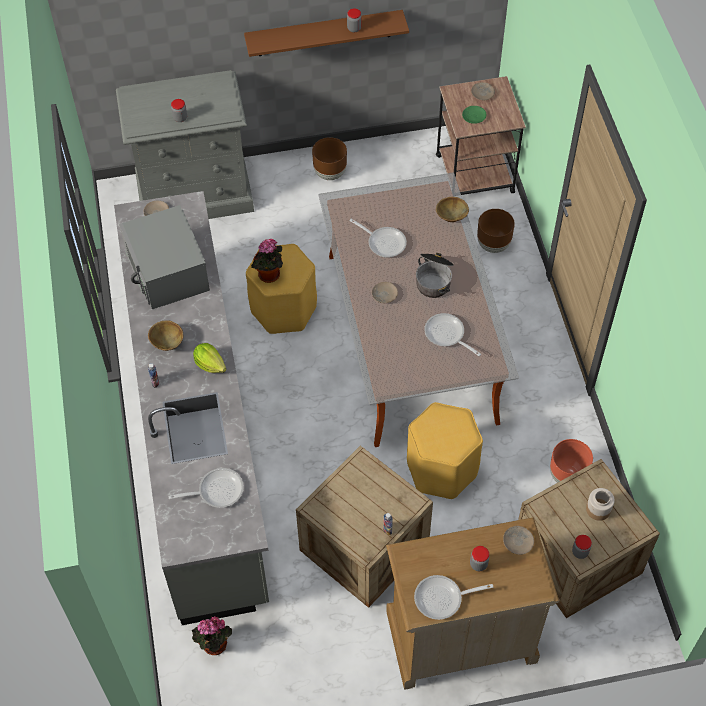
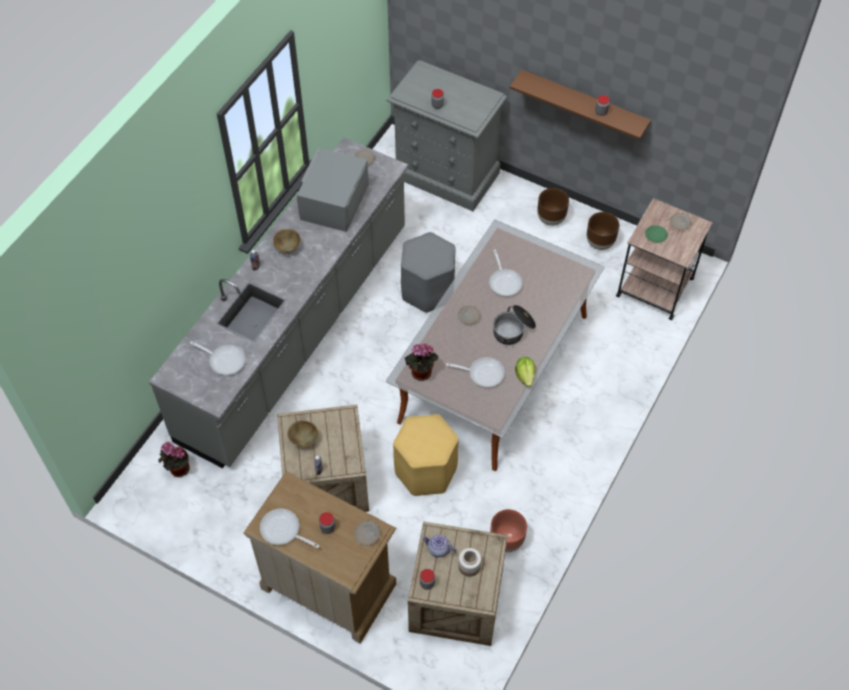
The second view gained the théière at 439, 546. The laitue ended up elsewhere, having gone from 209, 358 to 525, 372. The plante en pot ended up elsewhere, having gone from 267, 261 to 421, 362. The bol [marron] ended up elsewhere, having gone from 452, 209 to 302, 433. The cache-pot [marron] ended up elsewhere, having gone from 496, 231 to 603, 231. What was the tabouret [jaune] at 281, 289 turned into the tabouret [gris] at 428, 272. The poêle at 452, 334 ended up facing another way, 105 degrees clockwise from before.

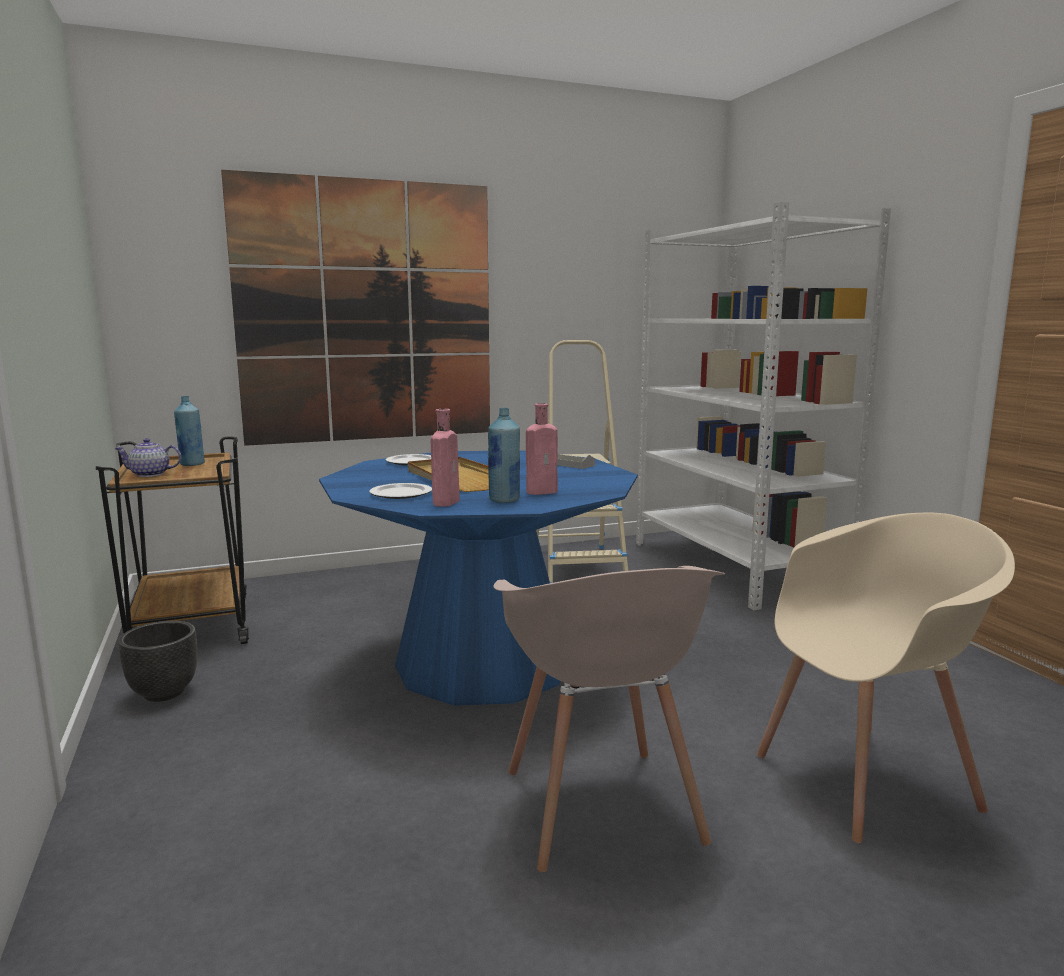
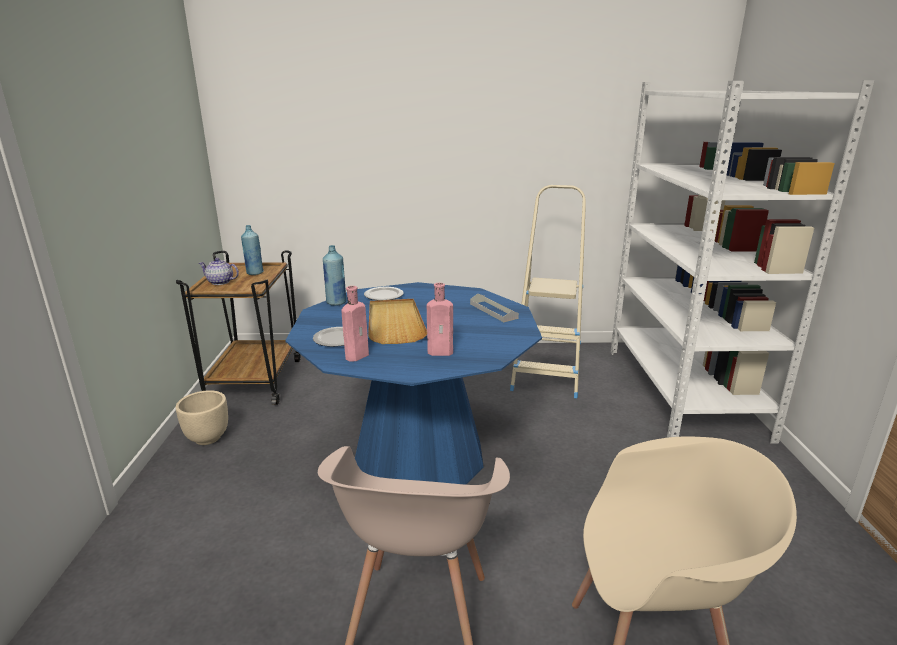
The second view lost the tableau at 355, 308. The bouteille [bleu] ended up elsewhere, having gone from 503, 455 to 334, 275. What was the cache-pot [noir] at 157, 661 turned into the cache-pot [beige] at 202, 417.

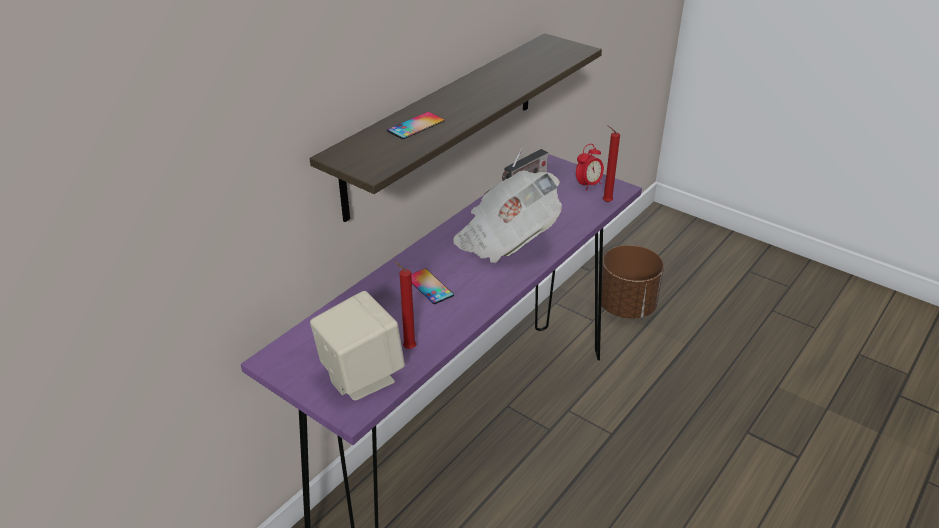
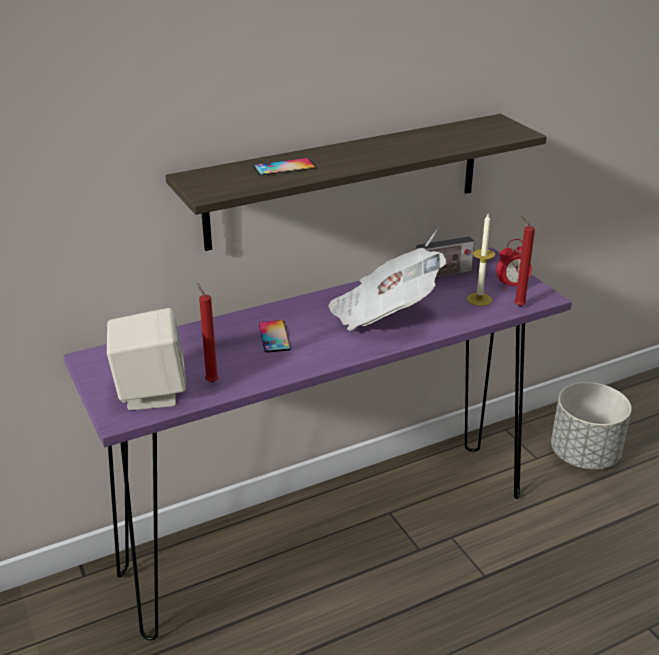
The second view gained the bougie at 481, 260. What was the cache-pot [marron] at 631, 282 turned into the cache-pot [gris] at 591, 425.

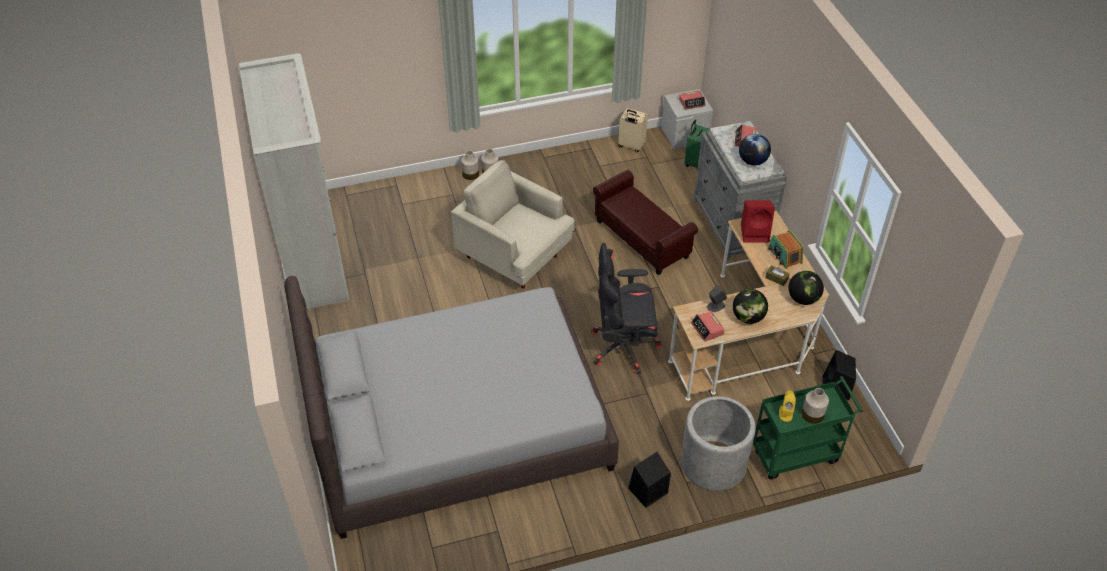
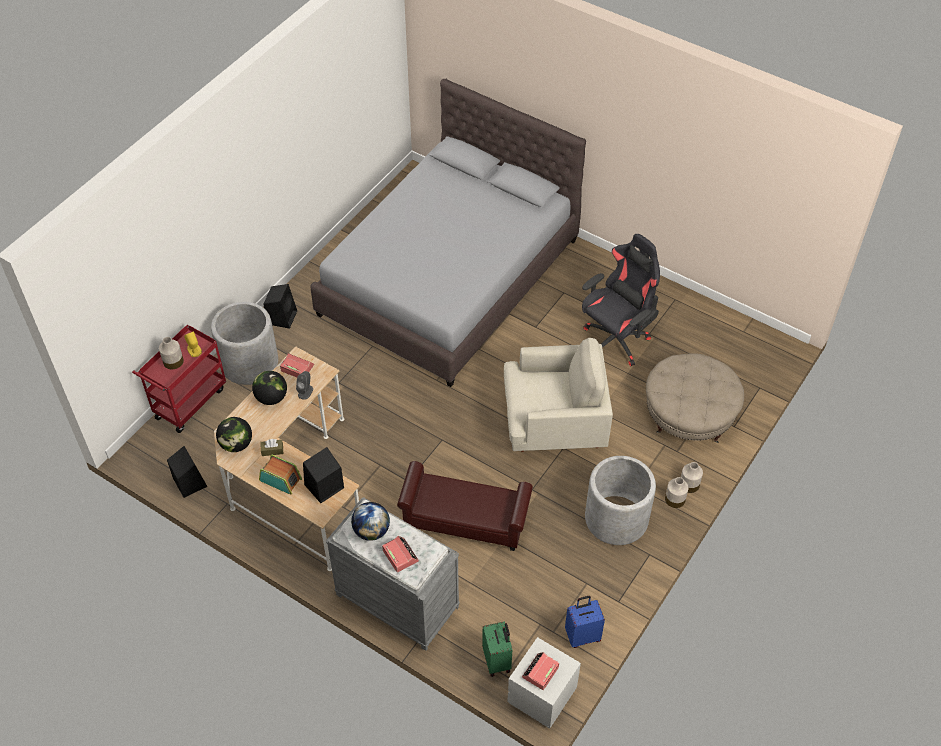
The second view lost the armoire [blanc] at 294, 181. The second view gained the cache-pot [gris] at 620, 500. The second view gained the pouf [beige] at 695, 398. The chaise de bureau [noir] ended up elsewhere, having gone from 626, 308 to 621, 300. What was the valise [beige] at 633, 130 turned into the valise [bleu] at 585, 622. What was the enceinte [rouge] at 758, 221 turned into the enceinte [noir] at 323, 475. What was the chariot [vert] at 808, 428 turned into the chariot [rouge] at 179, 379.

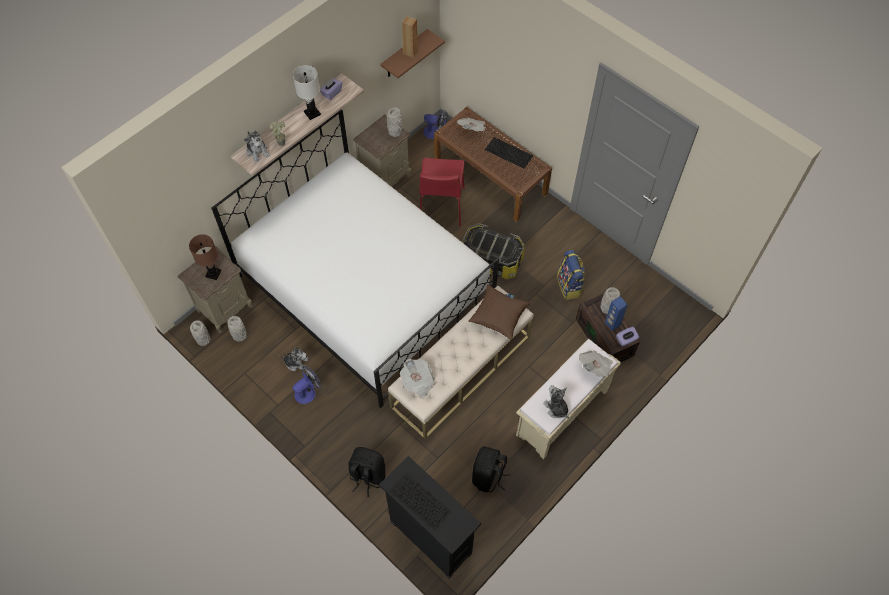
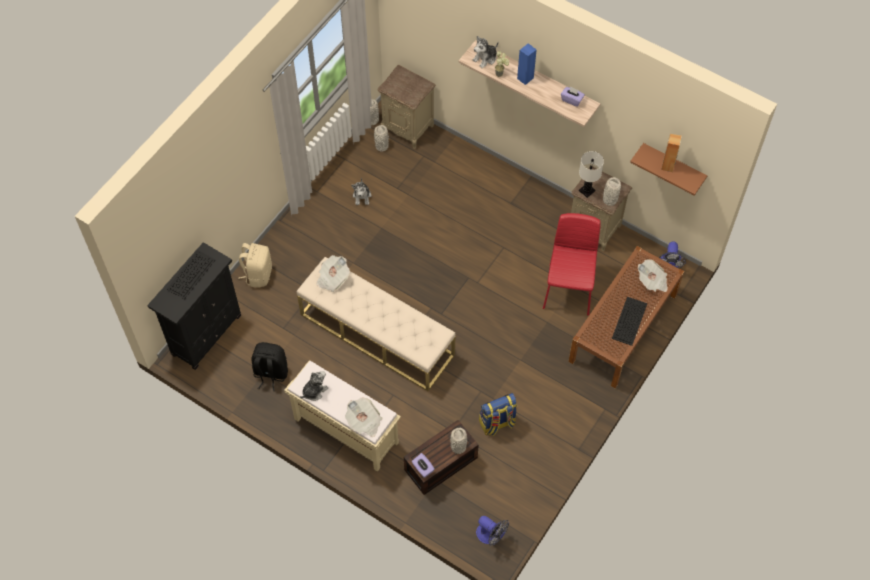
The second view lost the lampe de table [marron] at 205, 257. The second view lost the lit [blanc] at 355, 258. The second view lost the boîte de rangement at 493, 251. The second view lost the coussin [marron] at 499, 312. The lampe de table [blanc] ended up elsewhere, having gone from 307, 92 to 591, 174. The ventilateur ended up elsewhere, having gone from 307, 385 to 492, 531. The enceinte [bleu] ended up elsewhere, having gone from 616, 313 to 526, 64. What was the sac à dos [noir] at 366, 472 turned into the sac à dos [beige] at 255, 265. The chaise [rouge] at 442, 192 ended up facing another way, 105 degrees clockwise from before.

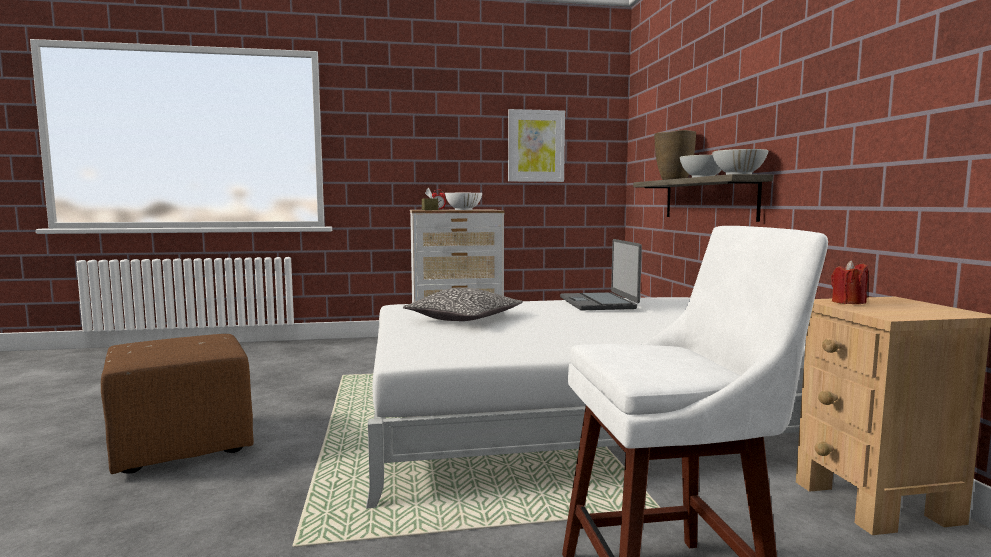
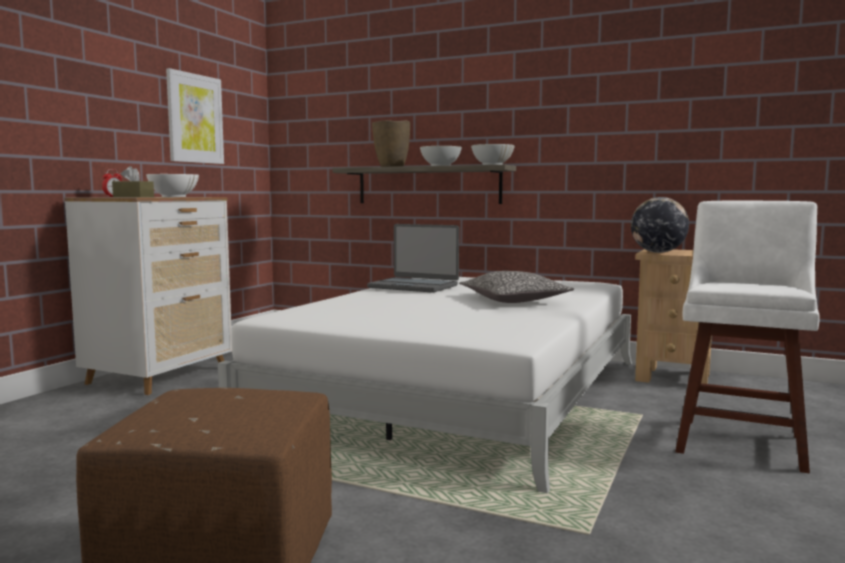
The coussin ended up elsewhere, having gone from 463, 304 to 516, 287. Where the bougie [rouge] stood at 849, 282, the globe came to stand at 660, 225.

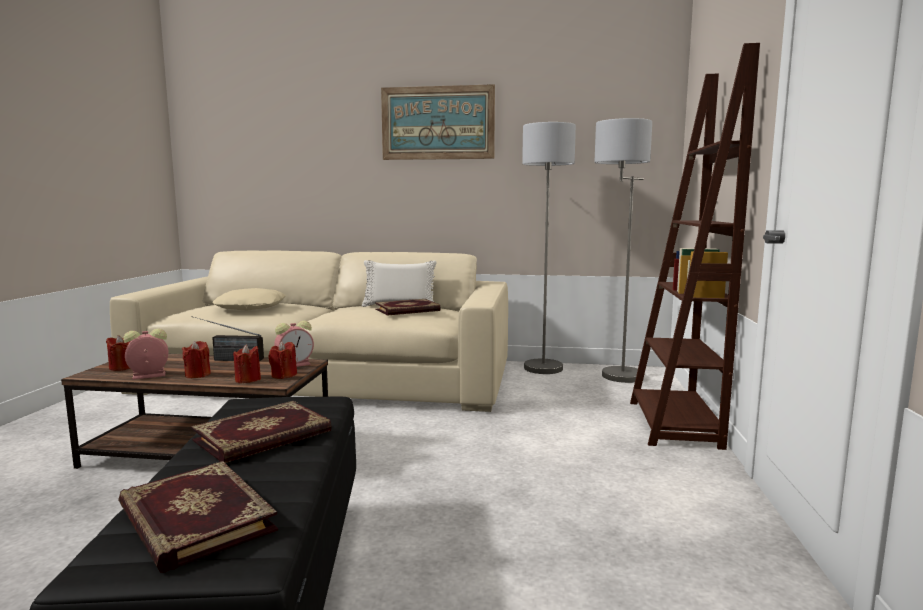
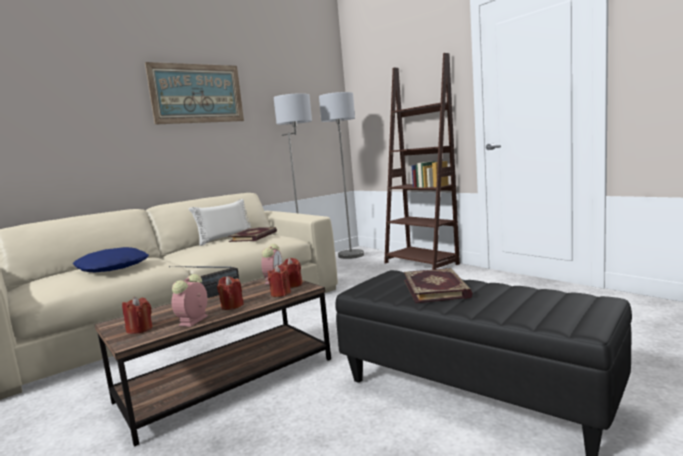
The second view lost the livre at 198, 517. What was the coussin [beige] at 249, 299 turned into the coussin [bleu] at 111, 259.

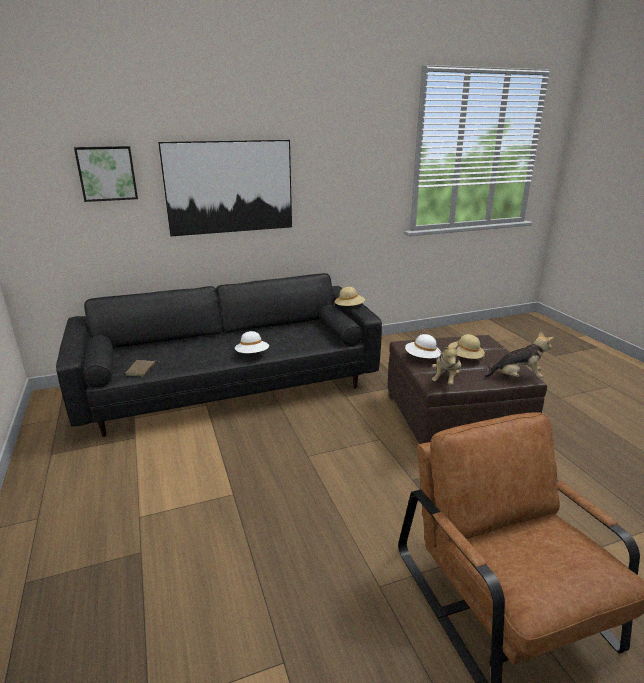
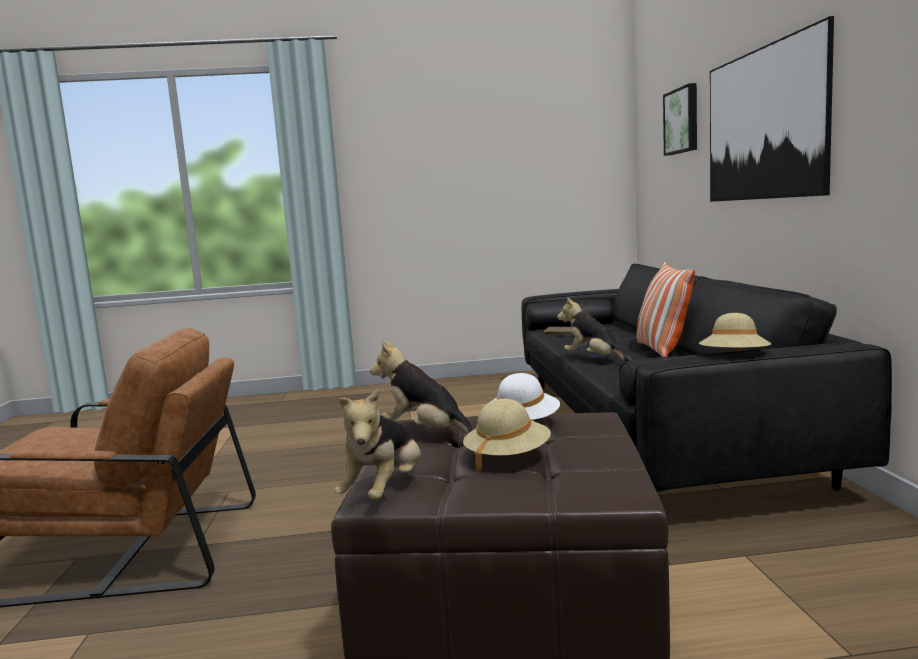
The second view gained the coussin at 665, 309. Where the chapeau [blanc] stood at 252, 342, the peluche came to stand at 595, 330.

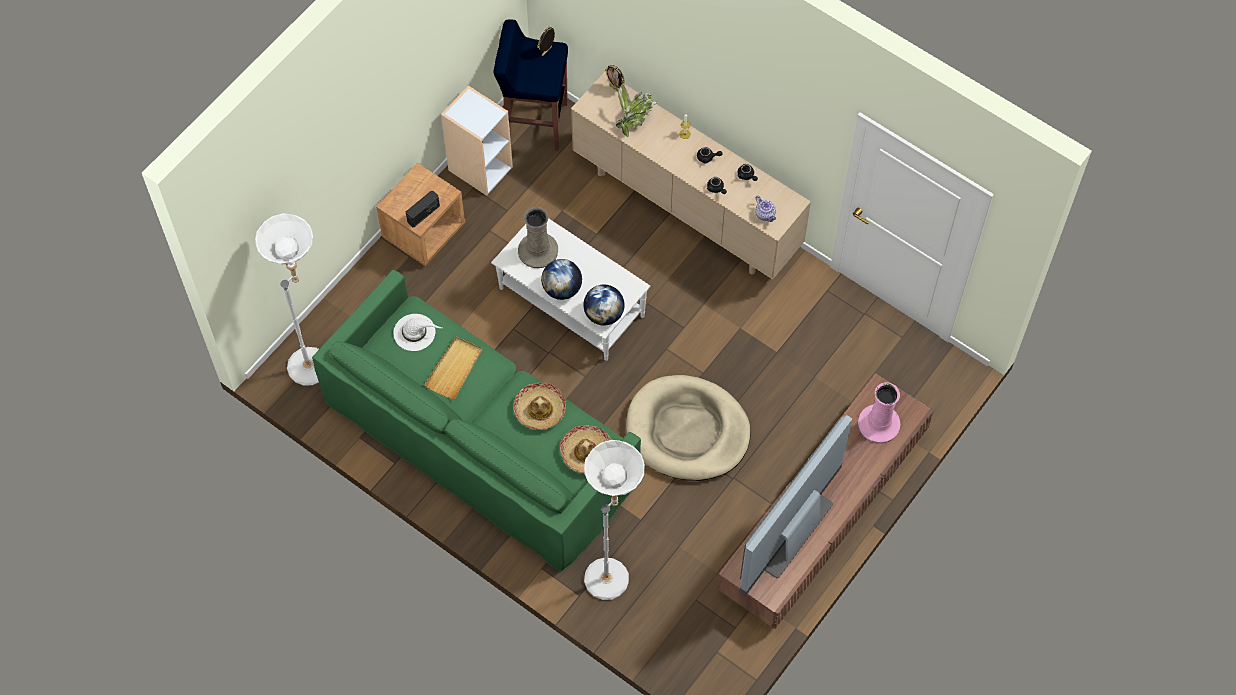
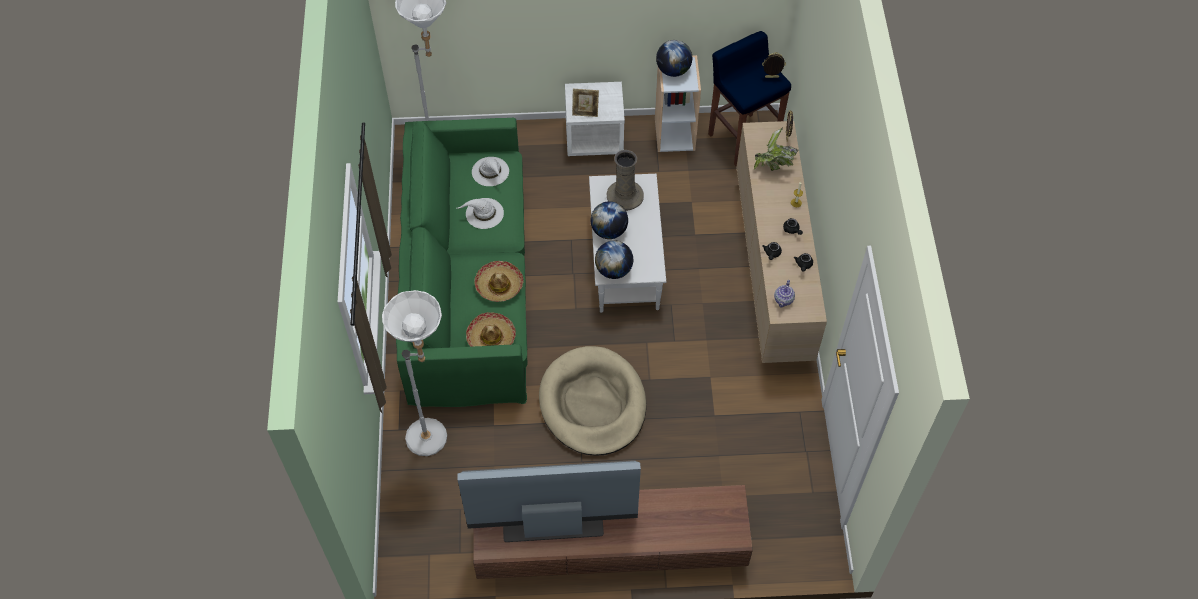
The second view lost the vase [rose] at 879, 412. The second view gained the globe at 674, 58. Where the radio stood at 423, 209, the cadre photo came to stand at 585, 103. Where the plateau [beige] stood at 453, 368, the chapeau [blanc] came to stand at 480, 213. What was the table de chevet [marron] at 420, 214 turned into the table de chevet [blanc] at 595, 119.

